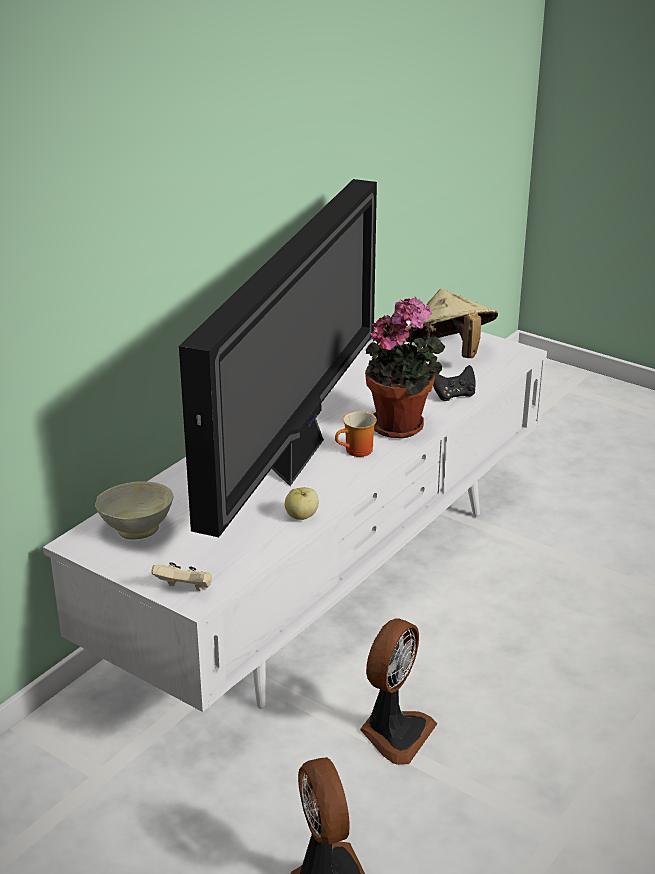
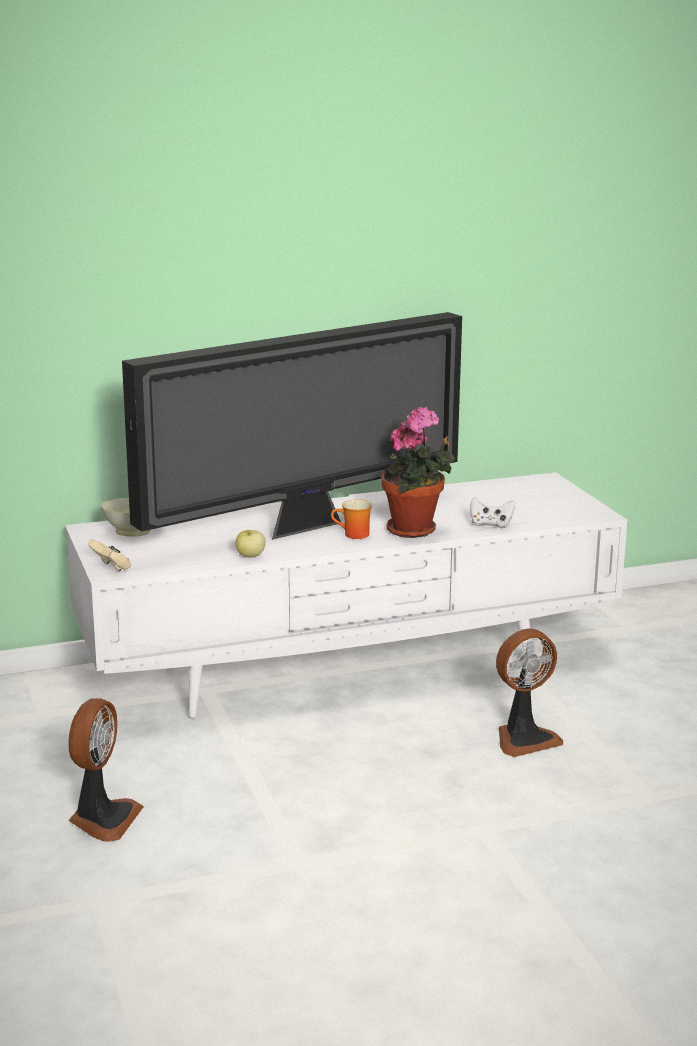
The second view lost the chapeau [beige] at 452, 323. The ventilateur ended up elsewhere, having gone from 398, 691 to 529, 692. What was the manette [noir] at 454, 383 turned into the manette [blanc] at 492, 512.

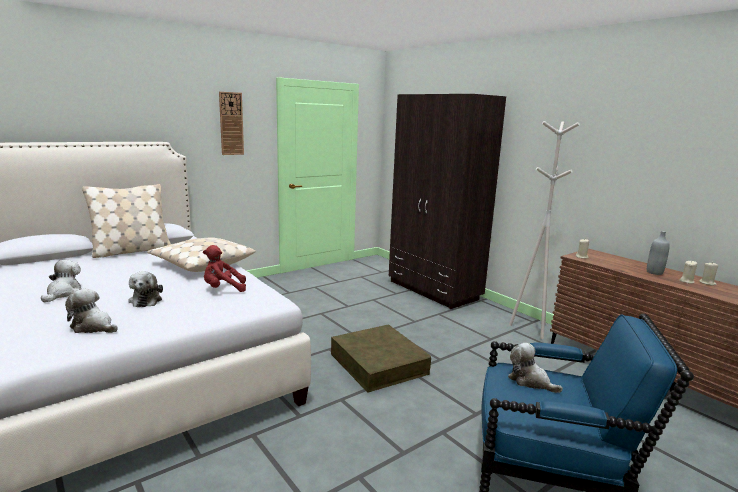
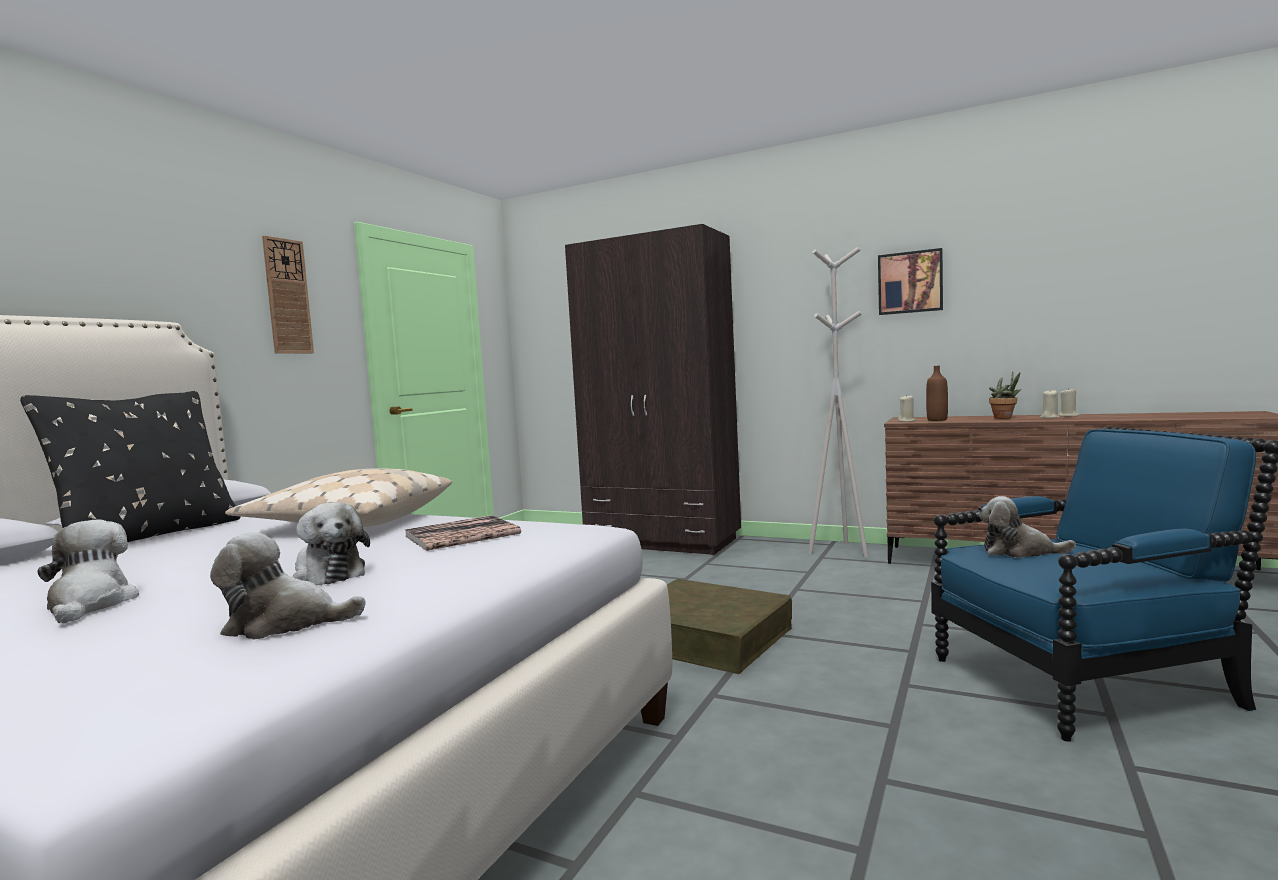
The second view gained the tableau at 910, 281. The second view gained the bouteille [marron] at 937, 393. Where the peluche [rouge] stood at 224, 268, the livre came to stand at 463, 533. Where the bouteille [gris] stood at 658, 253, the plante en pot came to stand at 1005, 395. What was the coussin [beige] at 126, 221 turned into the coussin [noir] at 130, 466.

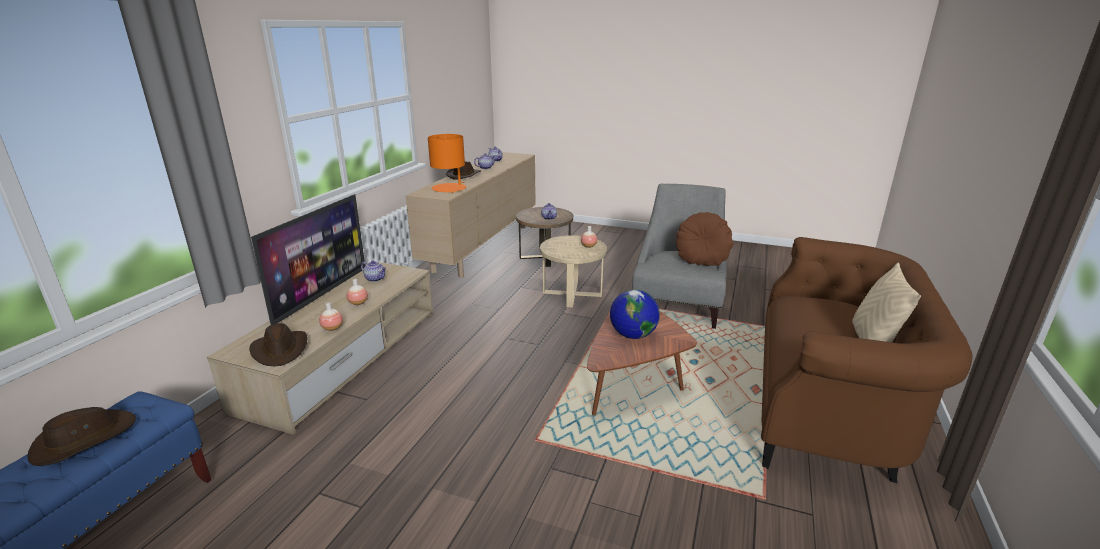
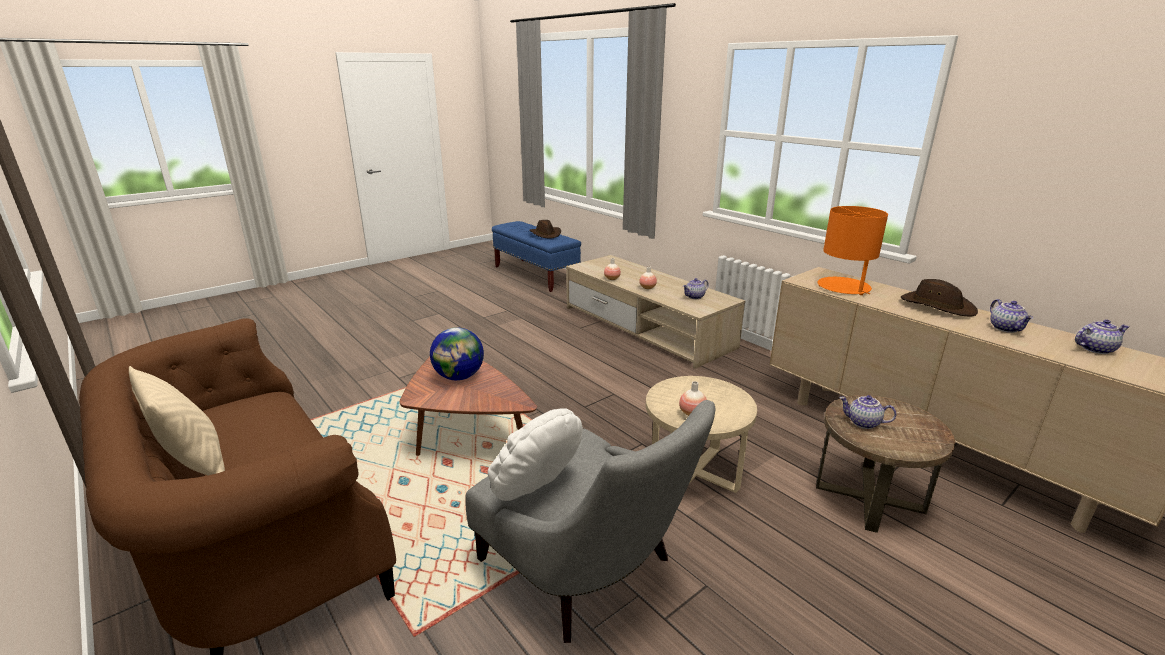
The second view lost the chapeau [marron] at 278, 344. The second view lost the téléviseur at 308, 259. What was the coussin [marron] at 705, 239 turned into the coussin [blanc] at 535, 454.

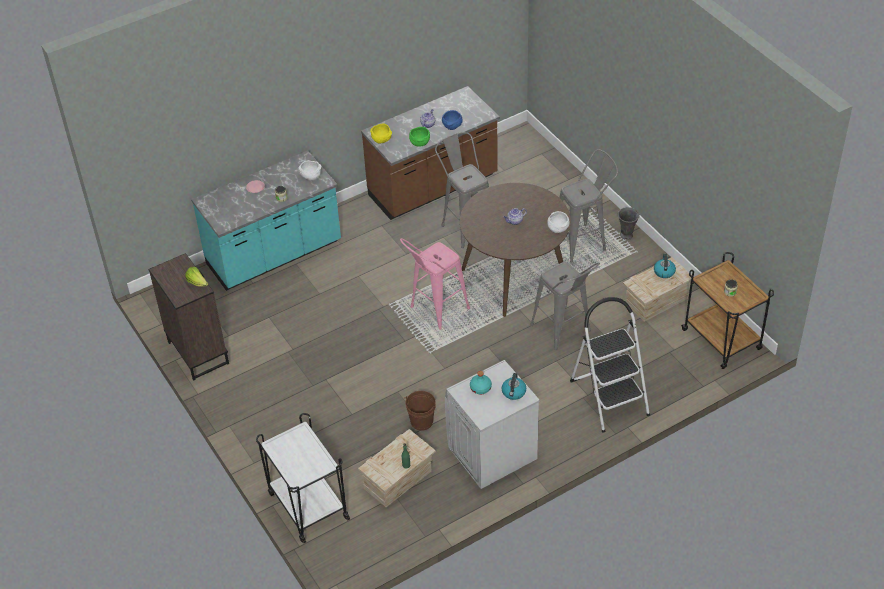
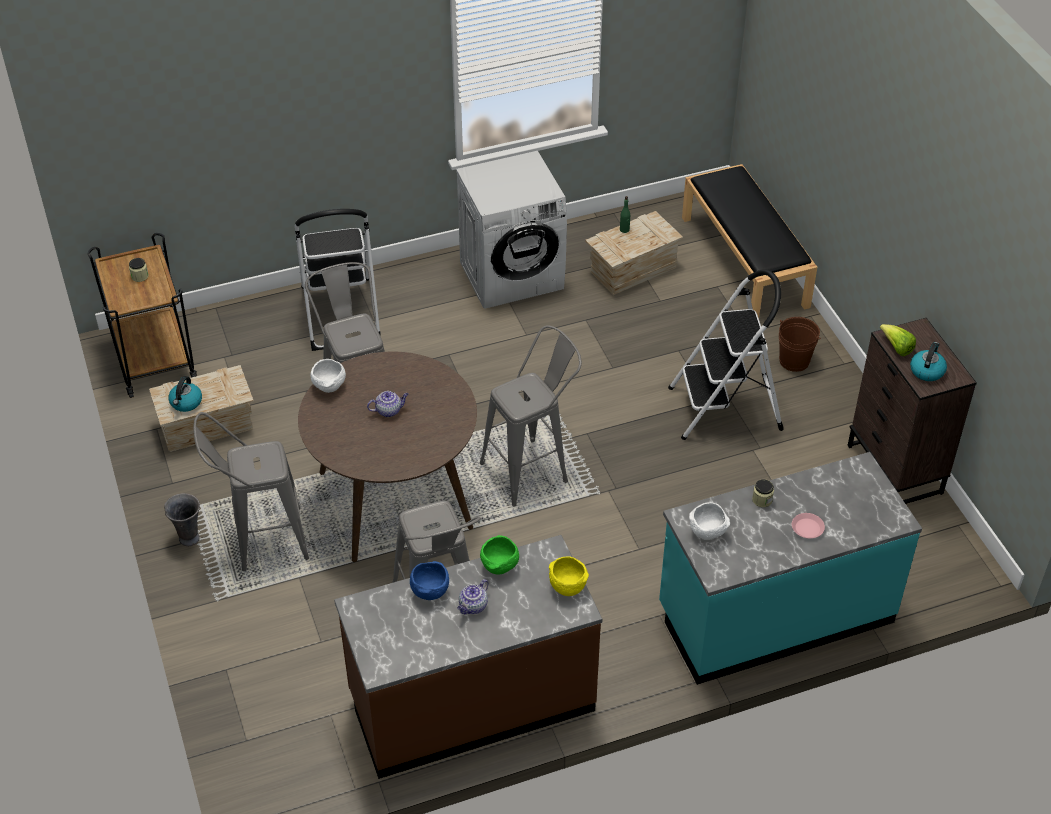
The second view lost the bouteille [turquoise] at 481, 382. The second view gained the escabeau at 726, 354. The seau [marron] ended up elsewhere, having gone from 420, 411 to 800, 344. The bouilloire ended up elsewhere, having gone from 514, 386 to 928, 361. Where the chariot [blanc] stood at 303, 478, the banc [noir] came to stand at 749, 241. What was the tabouret [rose] at 435, 284 turned into the tabouret [gris] at 531, 415.

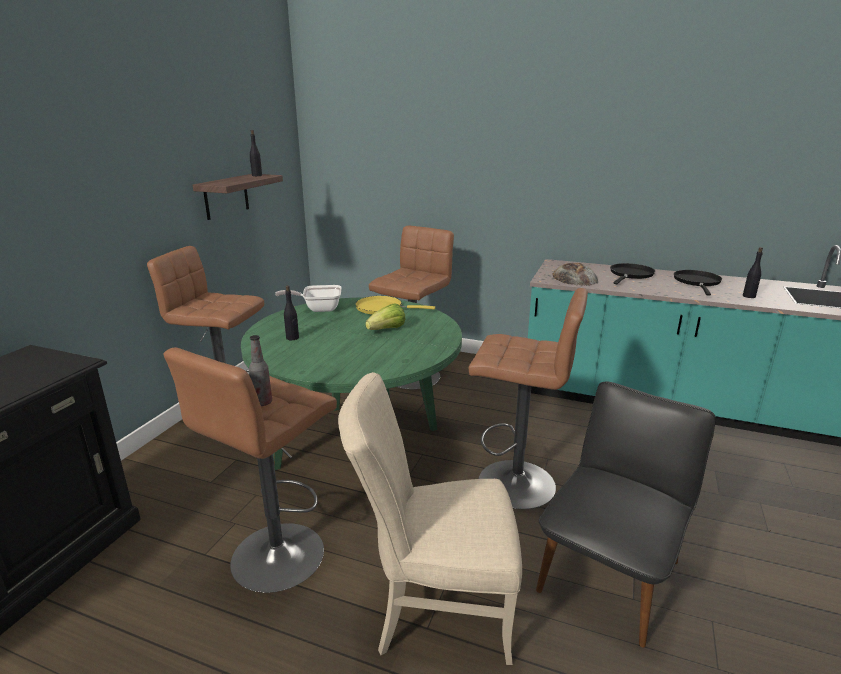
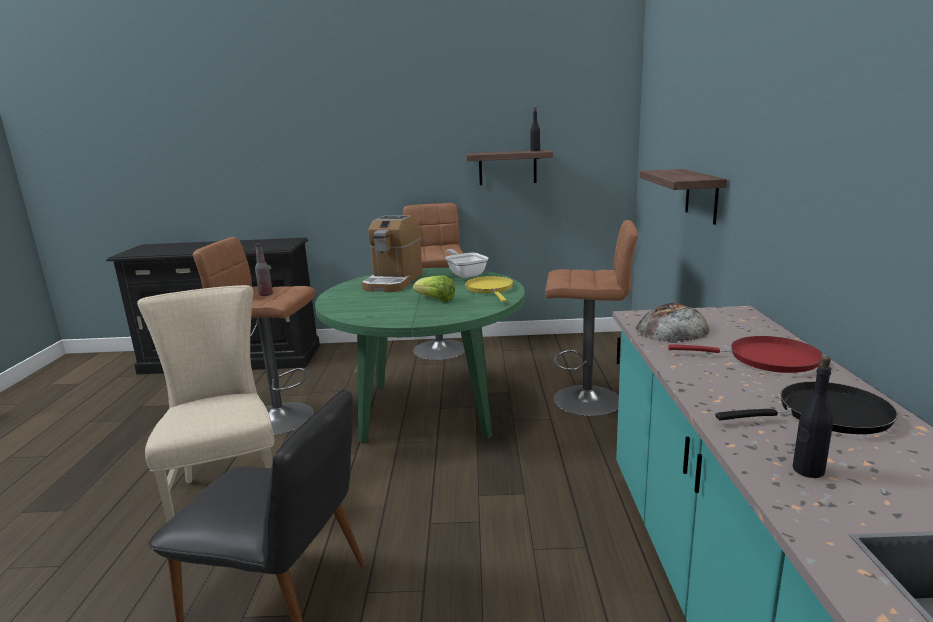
The second view lost the tabouret [marron] at 528, 398. The second view gained the étagère at 683, 197. Where the bouteille [noir] stood at 291, 312, the machine à café came to stand at 392, 253. What was the poêle [noir] at 632, 273 turned into the poêle [rouge] at 745, 354.

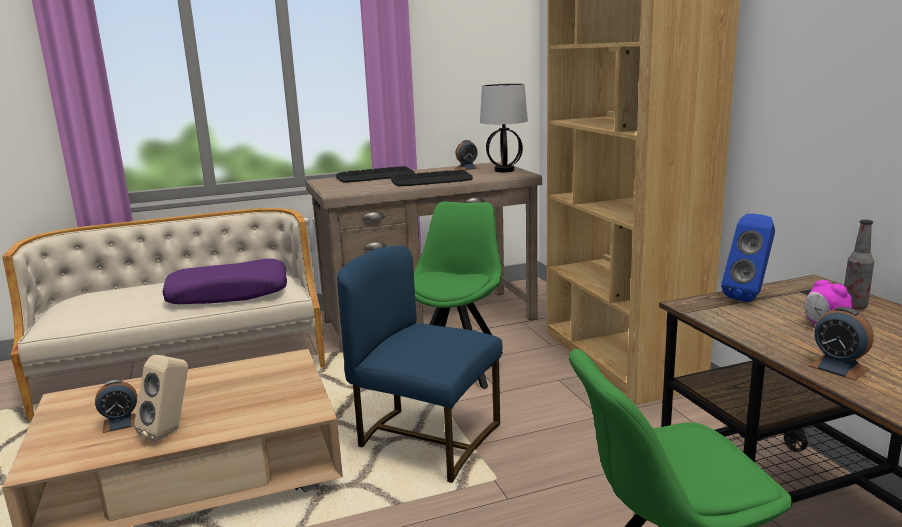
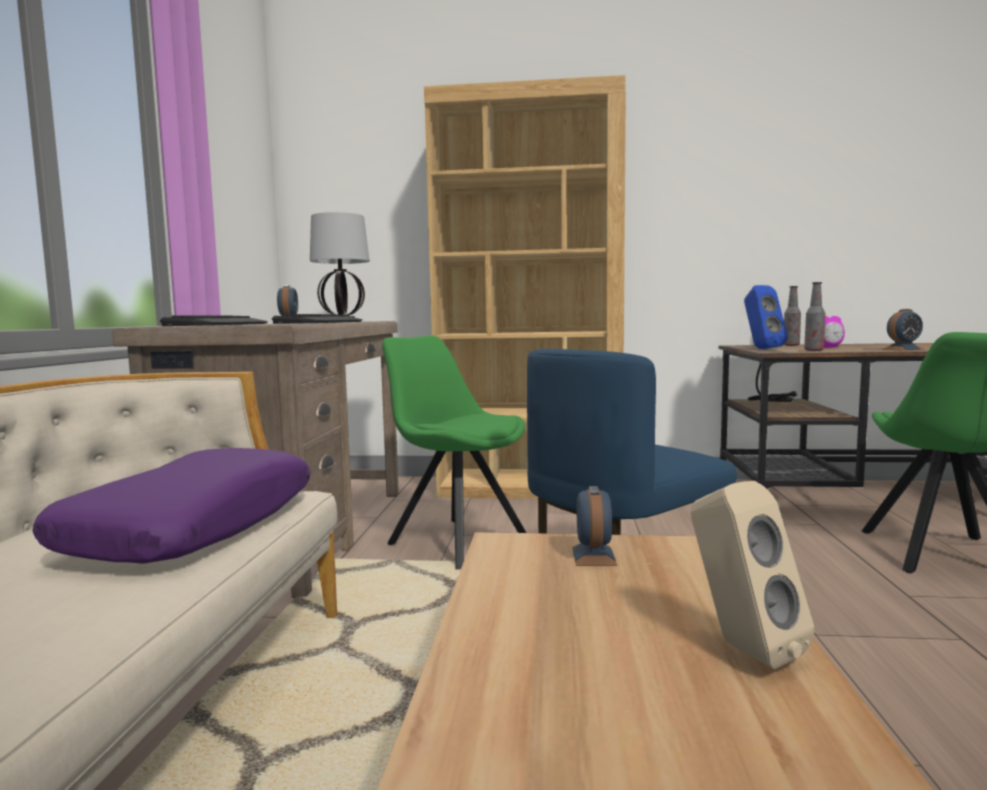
The second view gained the bouteille at 814, 316. The réveil ended up elsewhere, having gone from 116, 406 to 594, 526.

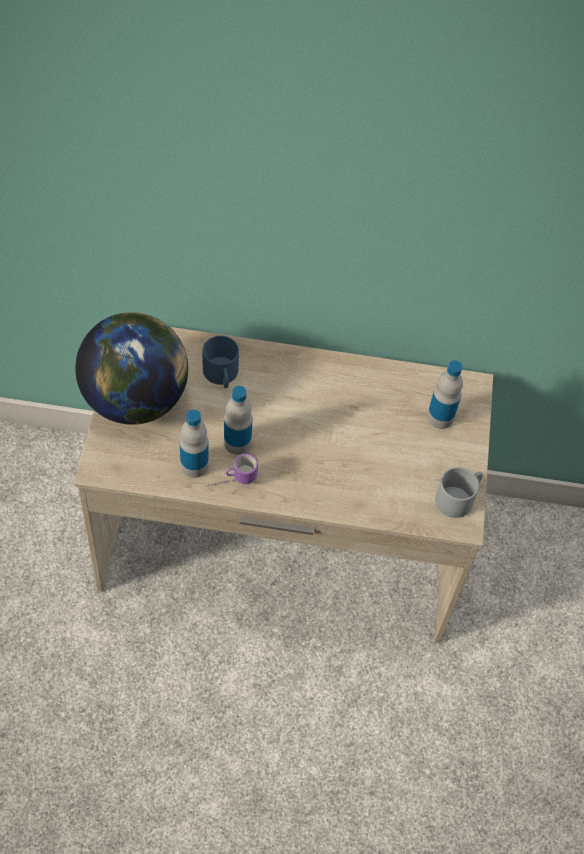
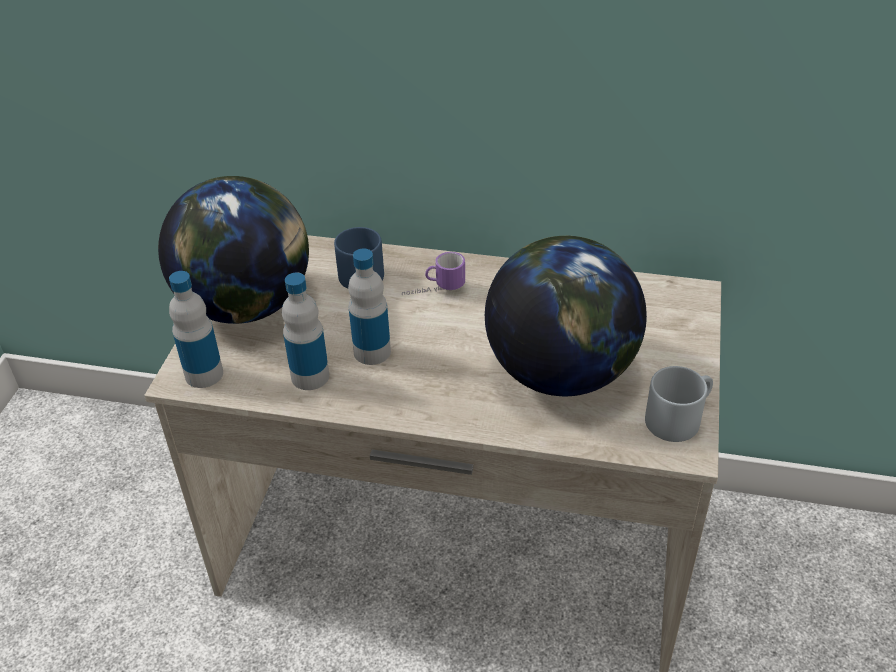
The second view gained the globe at 566, 316. The mug ended up elsewhere, having gone from 232, 470 to 433, 273. The bouteille ended up elsewhere, having gone from 445, 395 to 196, 329.

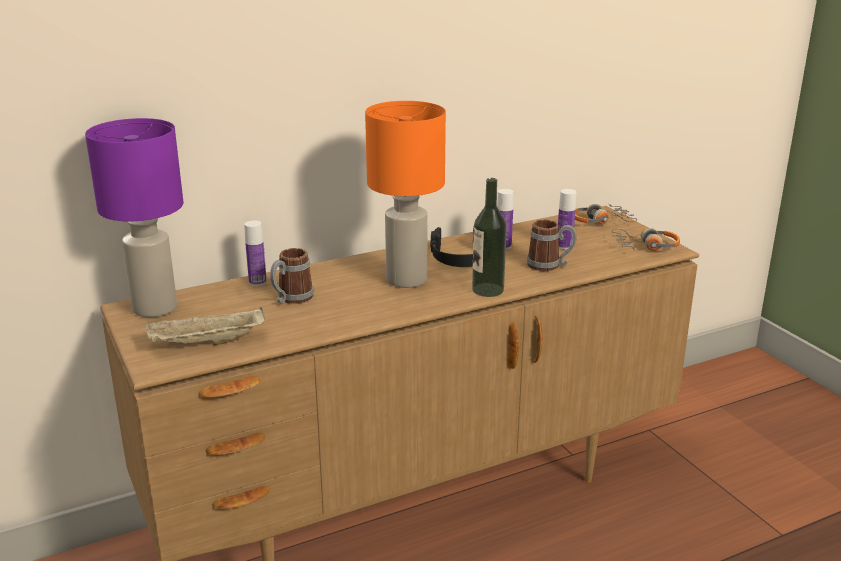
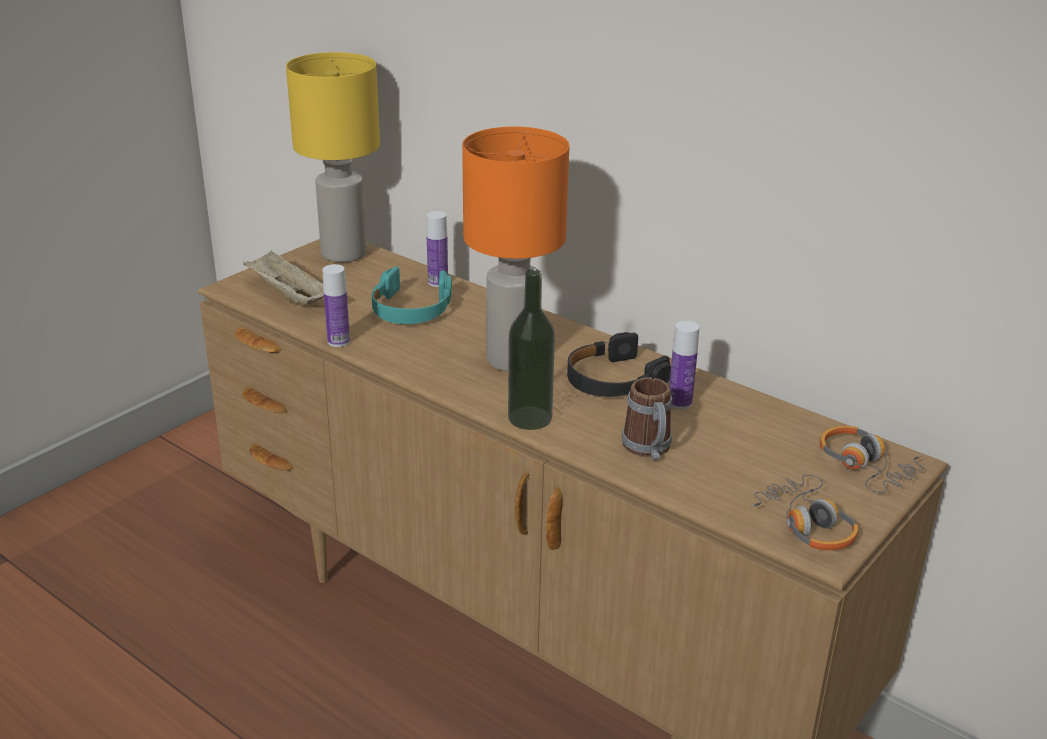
The bouteille ended up elsewhere, having gone from 567, 219 to 336, 305. Where the mug stood at 292, 276, the casque audio [turquoise] came to stand at 412, 295. What was the lampe de table [violet] at 134, 217 turned into the lampe de table [jaune] at 333, 157.

